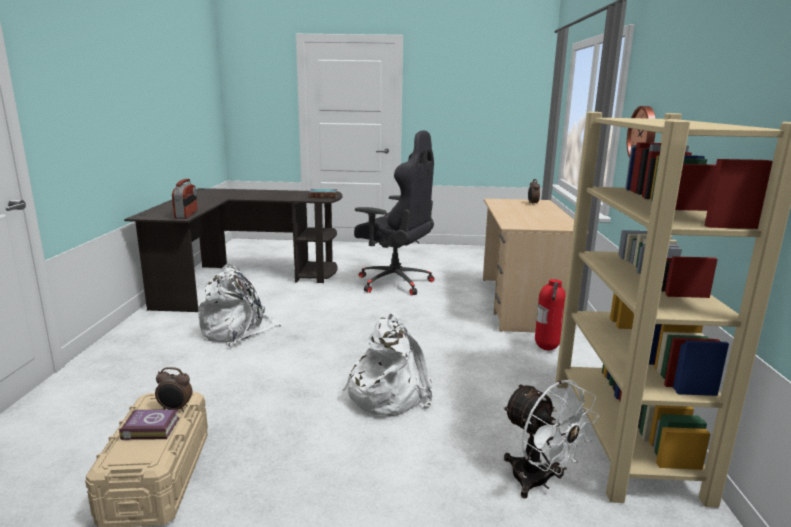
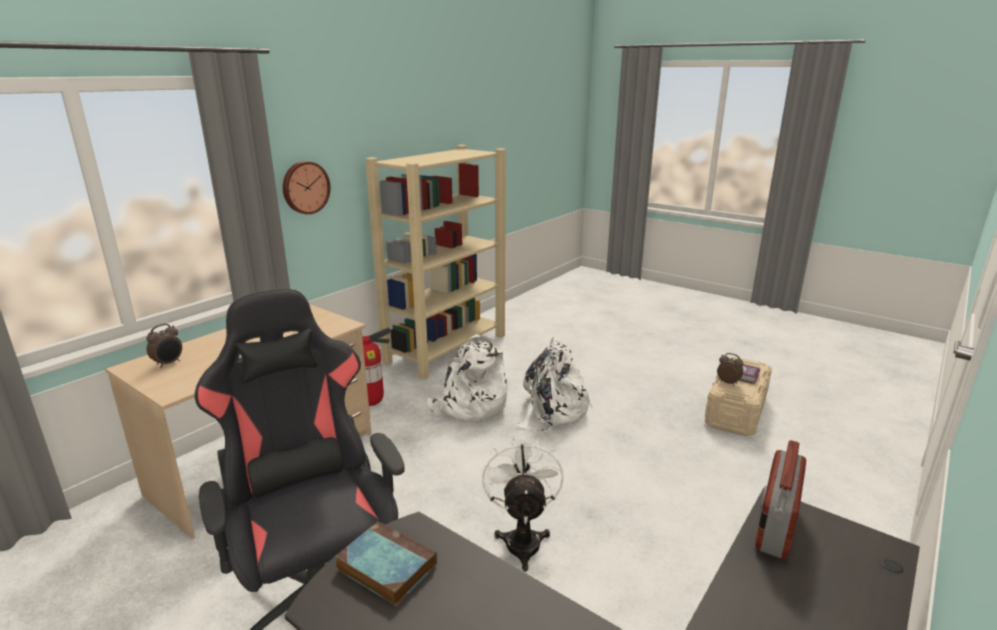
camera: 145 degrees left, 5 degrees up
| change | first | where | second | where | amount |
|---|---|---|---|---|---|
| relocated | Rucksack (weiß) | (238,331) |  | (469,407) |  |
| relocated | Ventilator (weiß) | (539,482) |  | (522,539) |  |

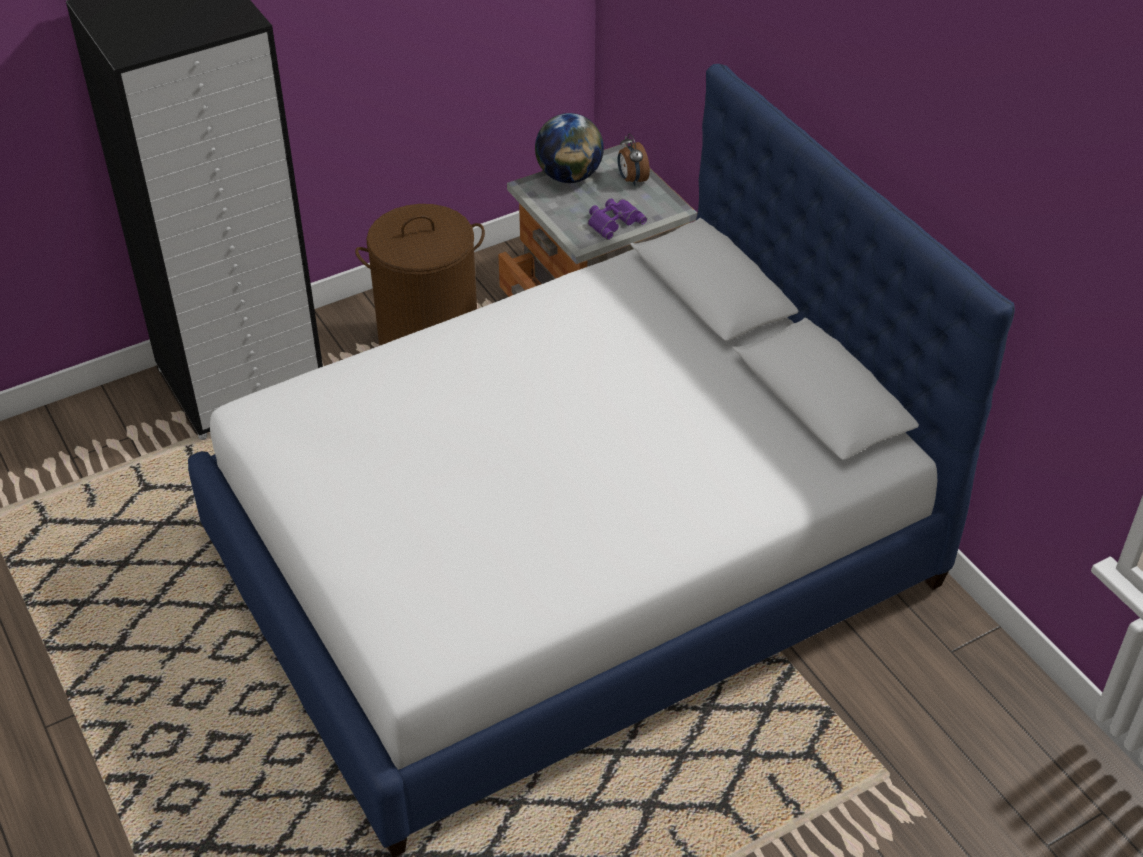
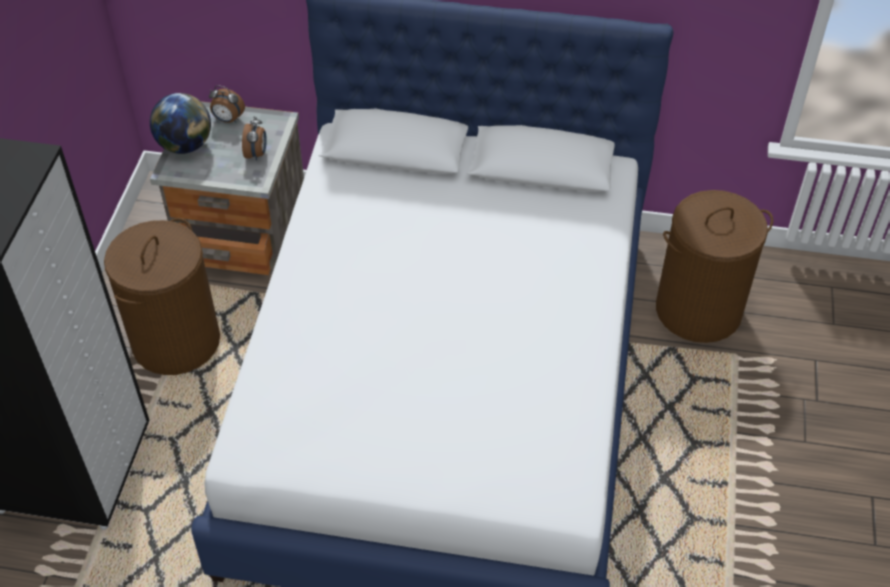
camera: 50 degrees left, 5 degrees up
| change | first | where | second | where | amount |
|---|---|---|---|---|---|
| exchanged | Fernglas (lila) | (613,221) | Wecker | (256,154) |  |
| appeared |  |  | Wäschekorb (braun) | (698,310) |  |

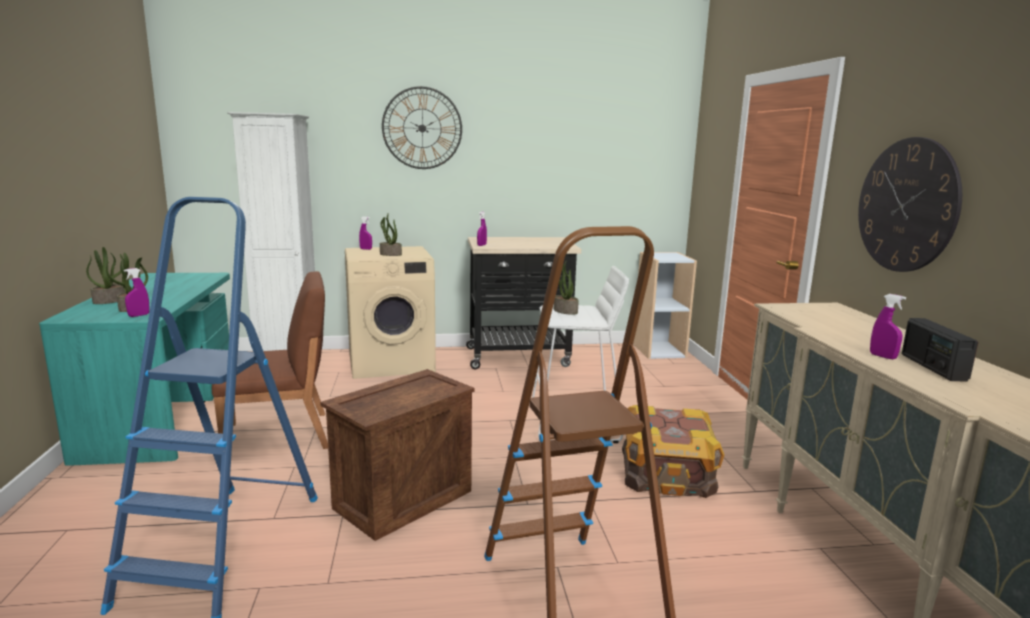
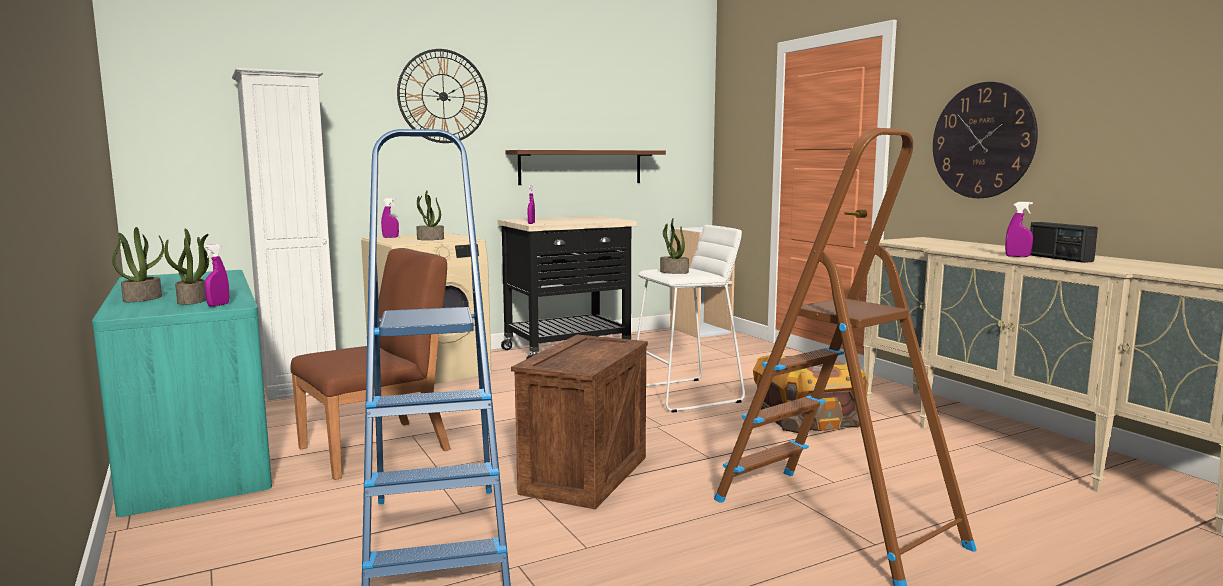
camera: 20 degrees left, 5 degrees down
| change | first | where | second | where | amount |
|---|---|---|---|---|---|
| appeared |  |  | Wandregal (braun) | (581,167) |  |

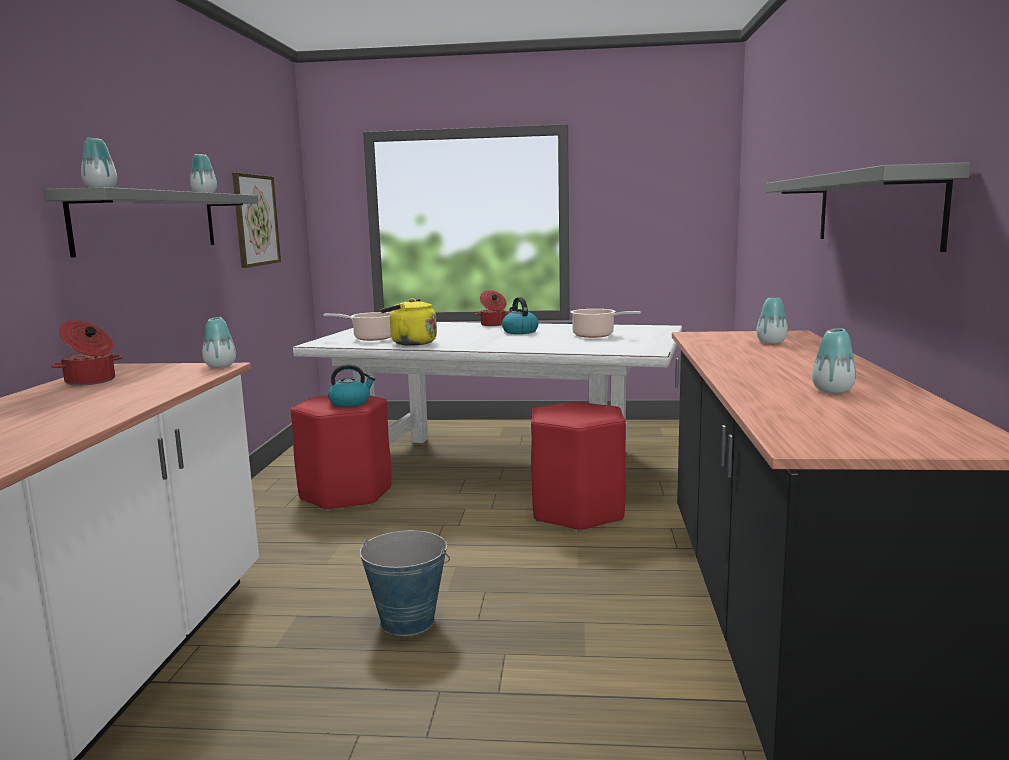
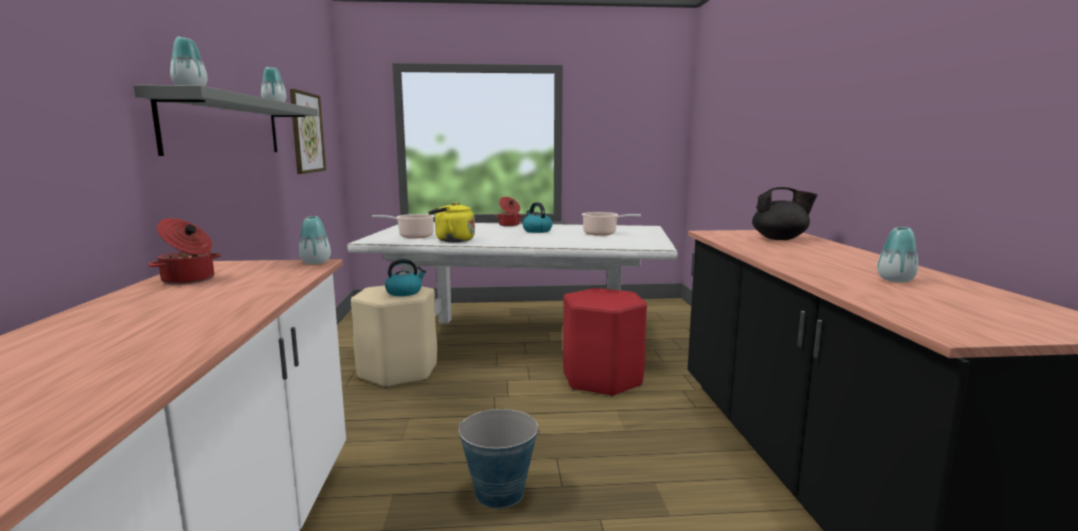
camera: 10 degrees left, 0 degrees up
| change | first | where | second | where | amount |
|---|---|---|---|---|---|
| colour | Hocker (rot) | (345,494) | Hocker (beige) | (397,371) |  |
| exchanged | Vase | (771,342) | Teekanne (schwarz) | (780,239) |  |
| missing | Wandregal (grau) | (874,209) |  |  |  |

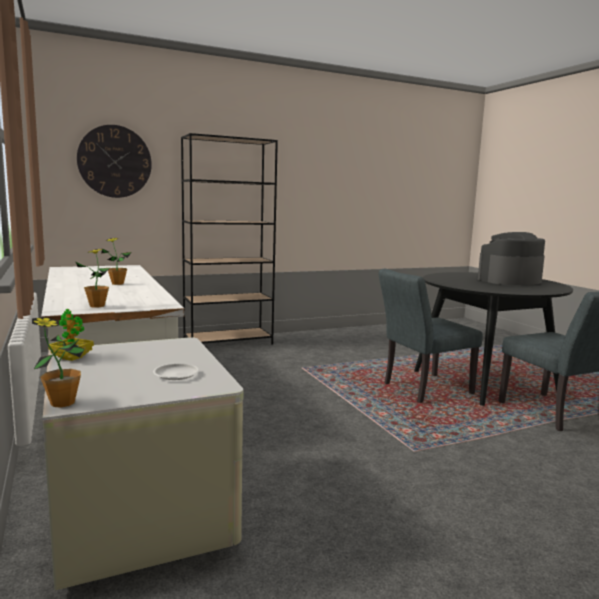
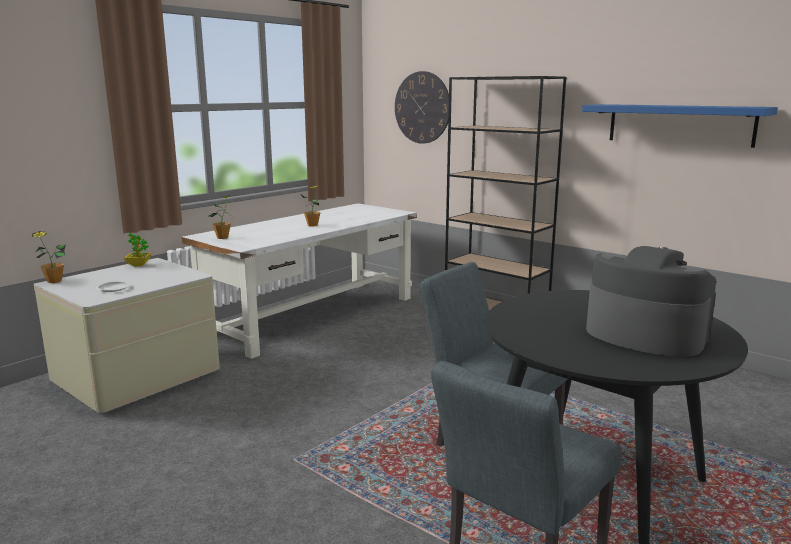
camera: 65 degrees right, 5 degrees up
| change | first | where | second | where | amount |
|---|---|---|---|---|---|
| appeared |  |  | Wandregal (blau) | (679,124) |  |

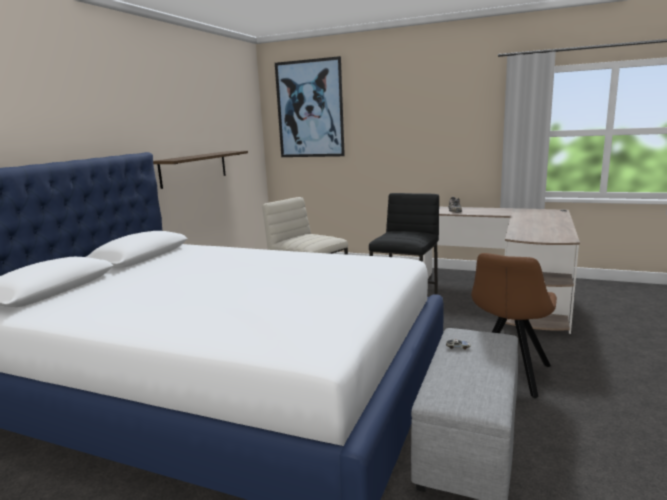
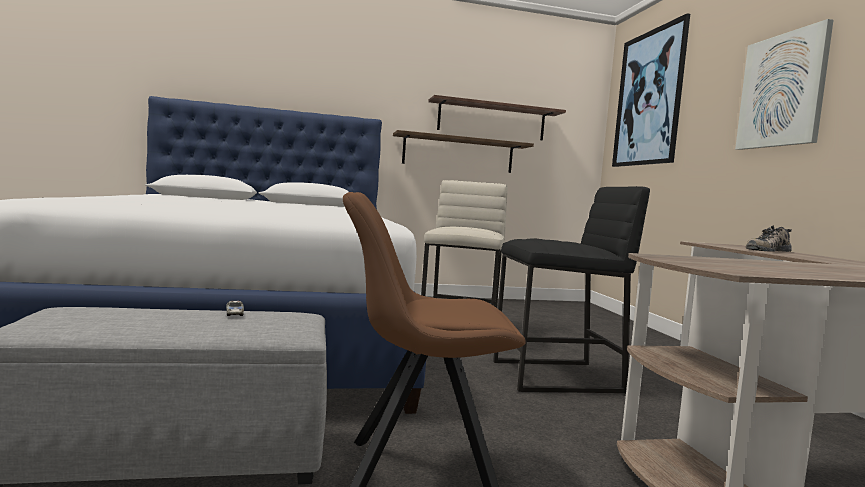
camera: 55 degrees right, 10 degrees down
| change | first | where | second | where | amount |
|---|---|---|---|---|---|
| appeared |  |  | Wandregal | (492,121) |  |
| appeared |  |  | Bild | (782,90) |  |

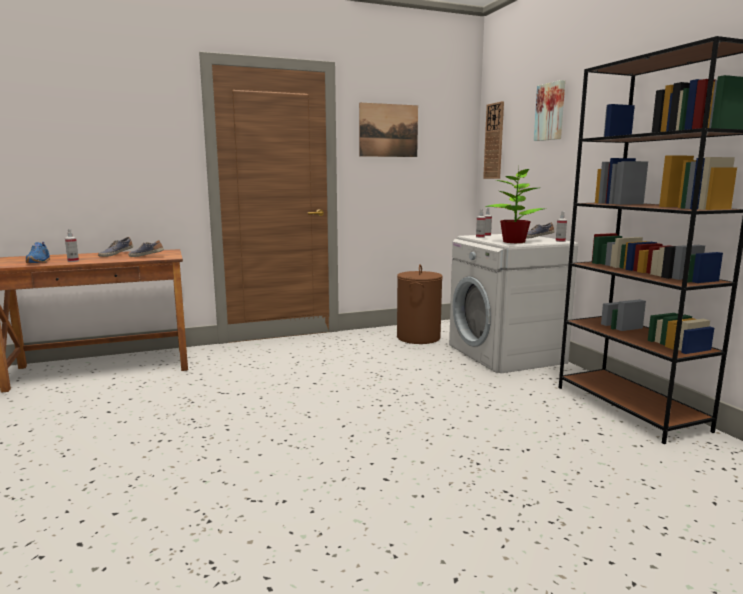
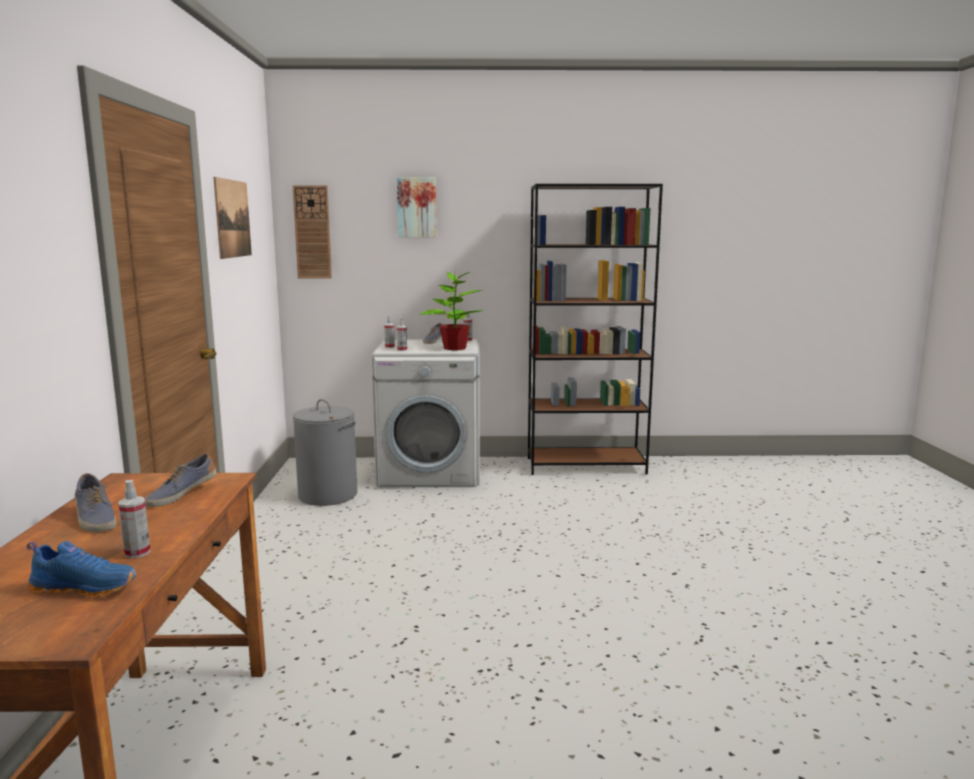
camera: 70 degrees left, 0 degrees up
| change | first | where | second | where | amount |
|---|---|---|---|---|---|
| colour | Wäschekorb (braun) | (418,337) | Wäschekorb (grau) | (328,495) |  |

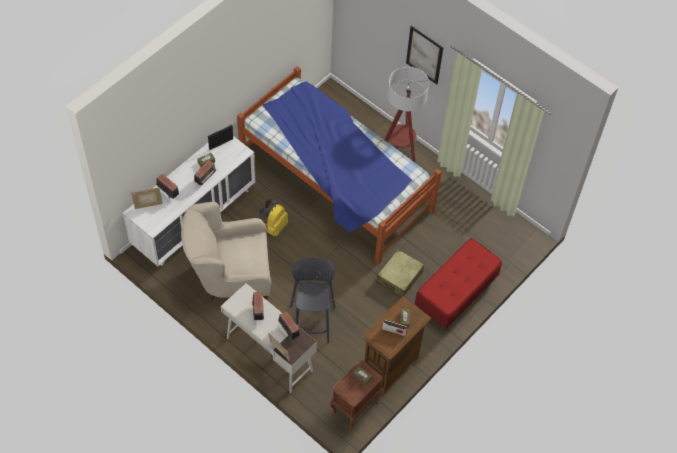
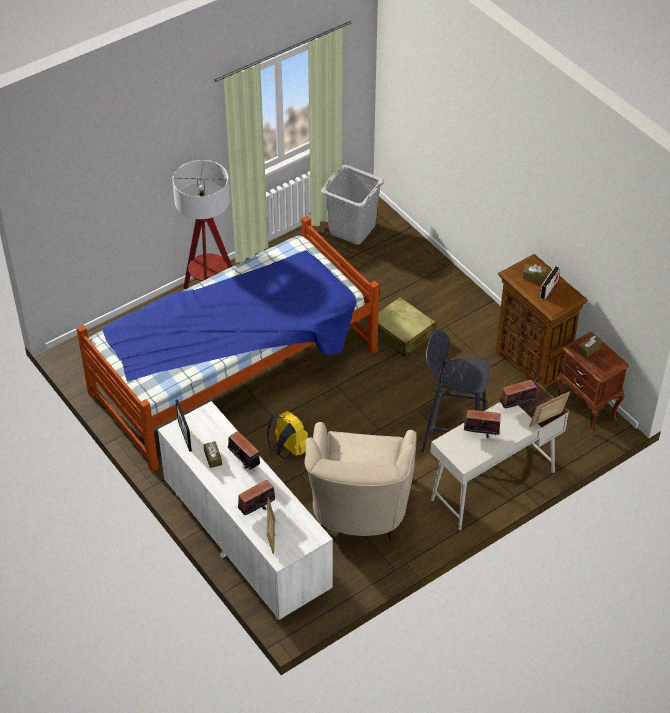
camera: 75 degrees left, 10 degrees down
| change | first | where | second | where | amount |
|---|---|---|---|---|---|
| missing | Bild | (424,55) |  |  |  |
| missing | Bank (rot) | (455,295) |  |  |  |
| appeared |  |  | Wäschekorb (grau) | (352,229) |  |

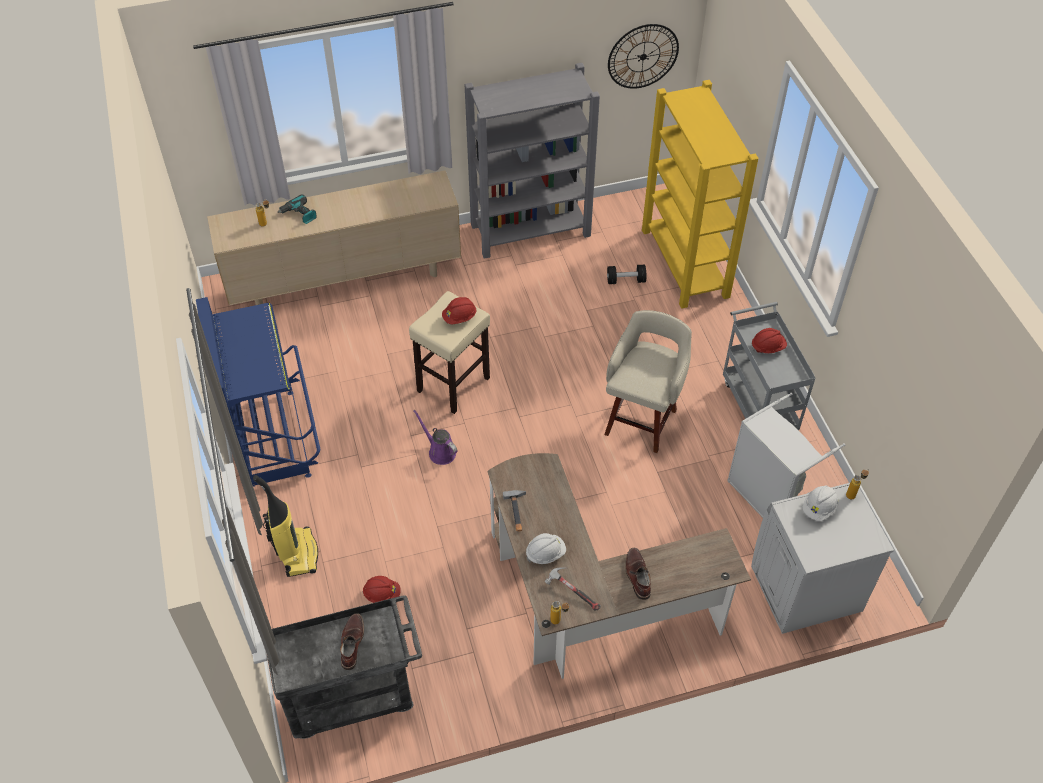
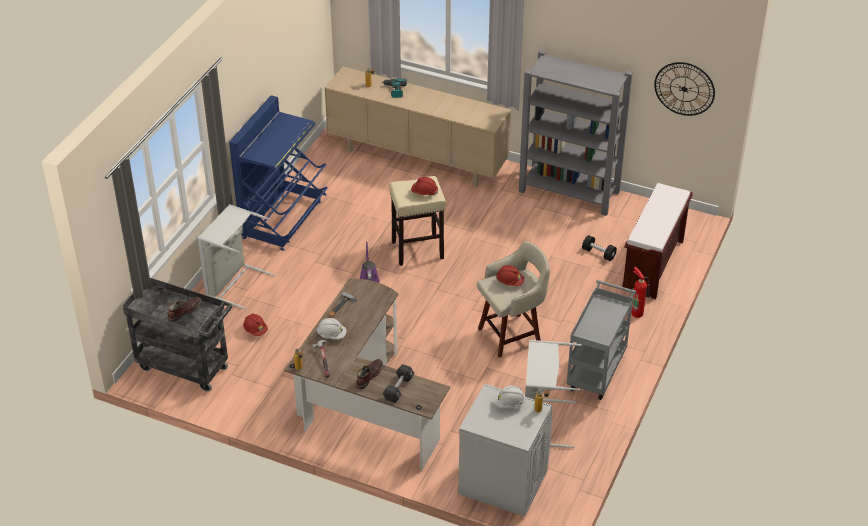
camera: 40 degrees right, 10 degrees down
| change | first | where | second | where | amount |
|---|---|---|---|---|---|
| exchanged | Staubsauger | (297,553) | Wäschekorb (grau) | (234,283) |  |
| exchanged | Bücherregal (gelb) | (685,263) | Bank (braun) | (653,265) |  |
| relocated | Schutzhelm (rot) | (768,347) |  | (510,282) |  |
| appeared |  |  | Hantel (schwarz) | (398,388) |  |
| appeared |  |  | Feuerlöscher | (637,312) |  |

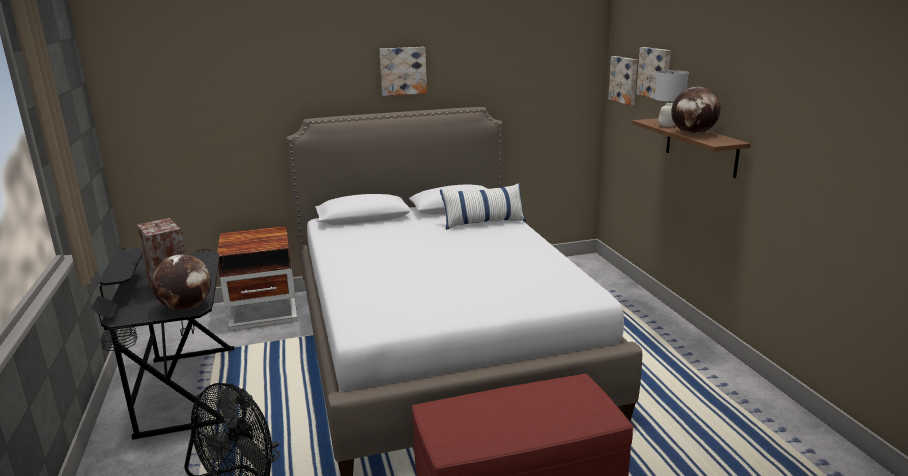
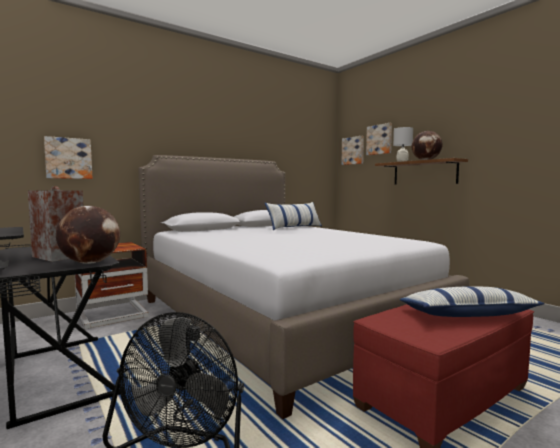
camera: 20 degrees left, 15 degrees down
| change | first | where | second | where | amount |
|---|---|---|---|---|---|
| relocated | Bild | (403,71) |  | (68,158) |  |
| appeared |  |  | Kissen | (466,315) |  |

